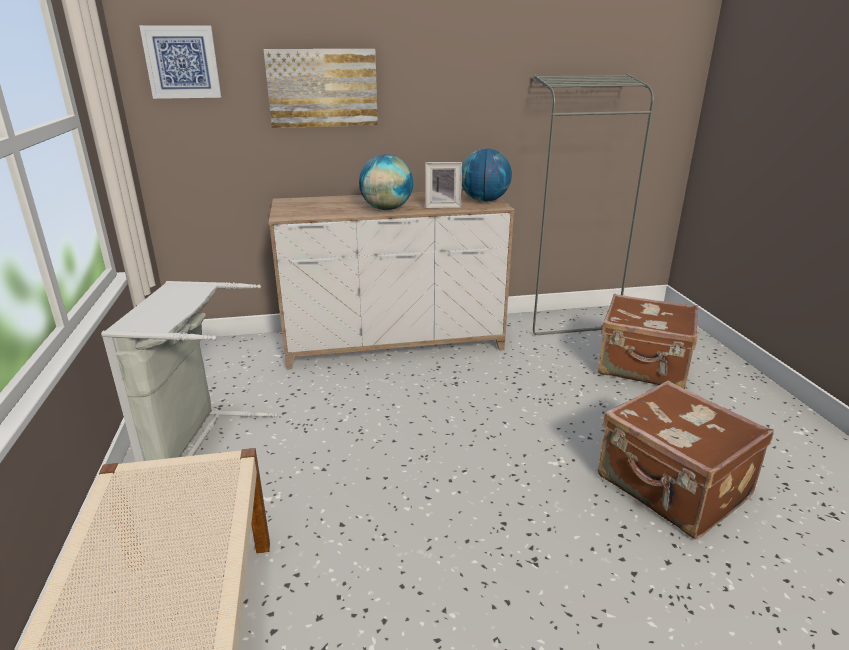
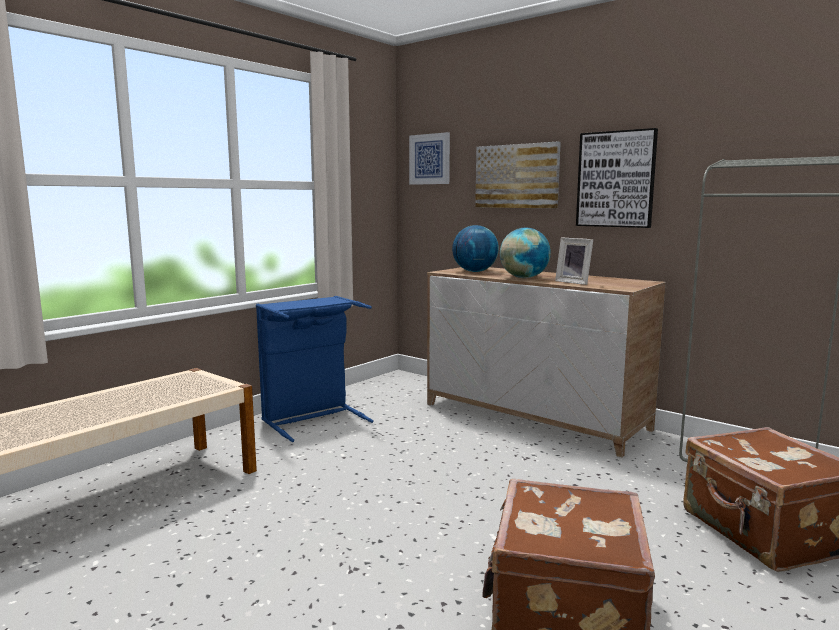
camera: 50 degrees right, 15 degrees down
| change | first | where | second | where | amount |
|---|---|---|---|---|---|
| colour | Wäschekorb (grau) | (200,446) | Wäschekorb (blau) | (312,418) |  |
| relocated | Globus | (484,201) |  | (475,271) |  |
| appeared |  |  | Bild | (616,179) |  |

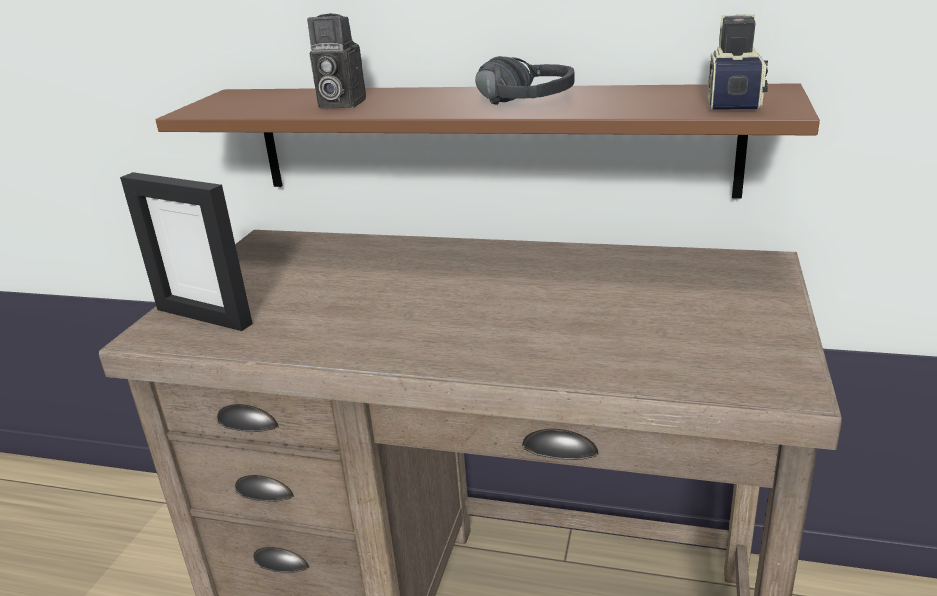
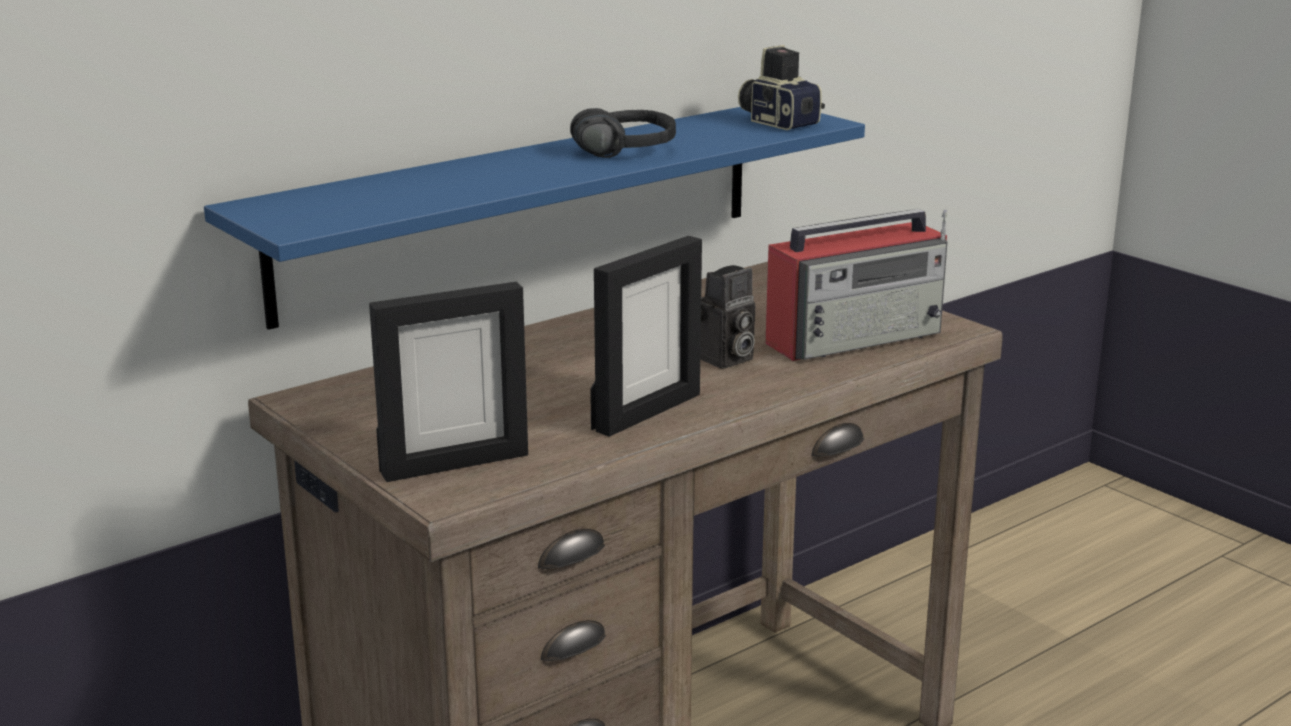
camera: 55 degrees left, 5 degrees down
| change | first | where | second | where | amount |
|---|---|---|---|---|---|
| colour | Wandregal (braun) | (487,140) | Wandregal (blau) | (525,207) |  |
| relocated | Kamera | (338,104) |  | (724,359) |  |
| appeared |  |  | Bilderrahmen | (646,411) |  |
| appeared |  |  | Radio | (856,338) |  |

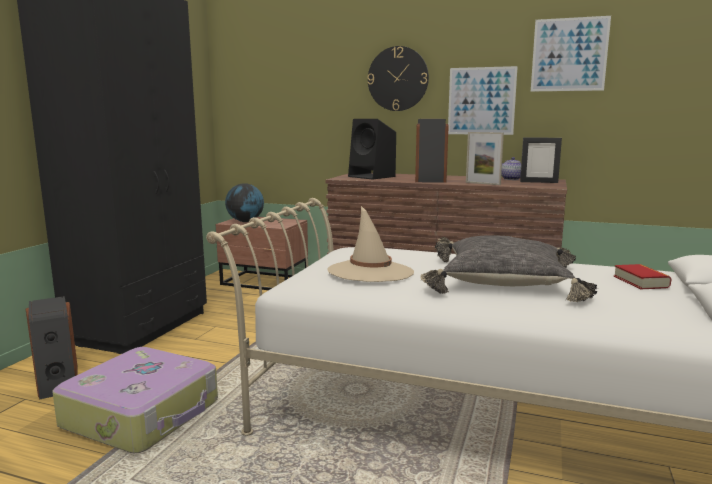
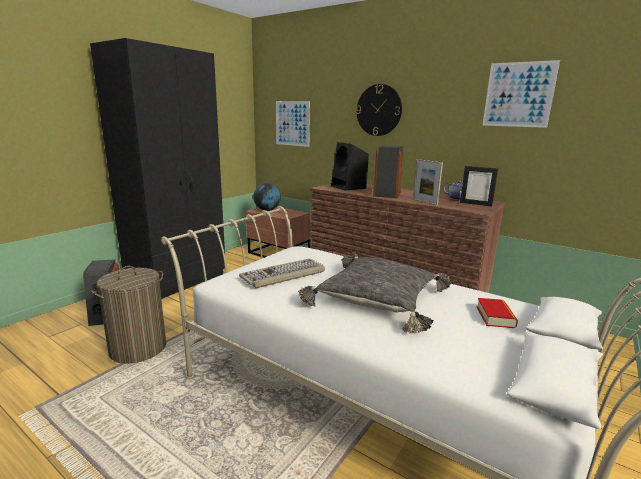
camera: 15 degrees right, 5 degrees up
| change | first | where | second | where | amount |
|---|---|---|---|---|---|
| exchanged | Koffer | (143,414) | Wäschekorb | (138,348) |  |
| exchanged | Hut (beige) | (370,272) | Tastatur | (283,275) |  |
| relocated | Bild | (481,101) |  | (292,123) |  |

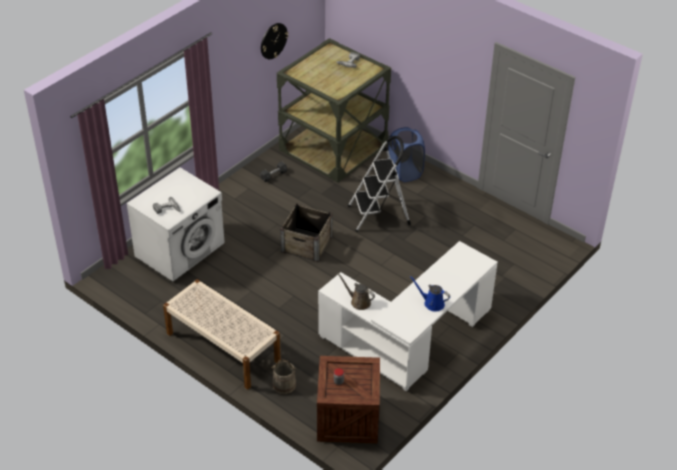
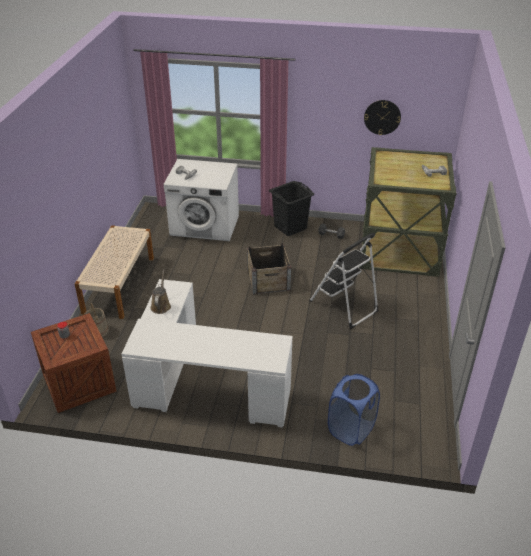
camera: 60 degrees right, 5 degrees down
| change | first | where | second | where | amount |
|---|---|---|---|---|---|
| relocated | Wäschekorb (blau) | (405,172) |  | (351,429) |  |
| missing | Gießkanne (blau) | (432,303) |  |  |  |
| appeared |  |  | Wäschekorb (schwarz) | (290,227) |  |

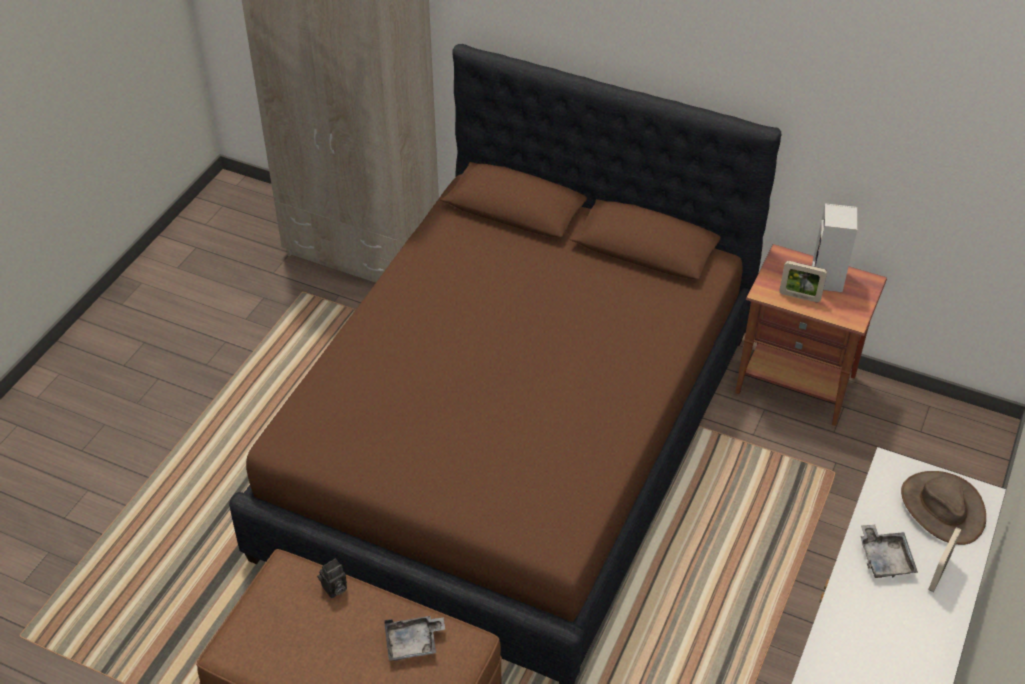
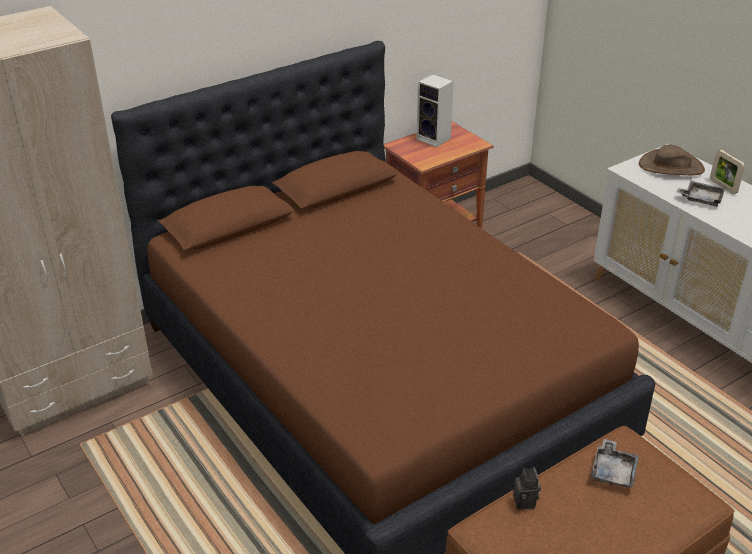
camera: 60 degrees left, 10 degrees down
| change | first | where | second | where | amount |
|---|---|---|---|---|---|
| missing | Bilderrahmen | (799,296) |  |  |  |

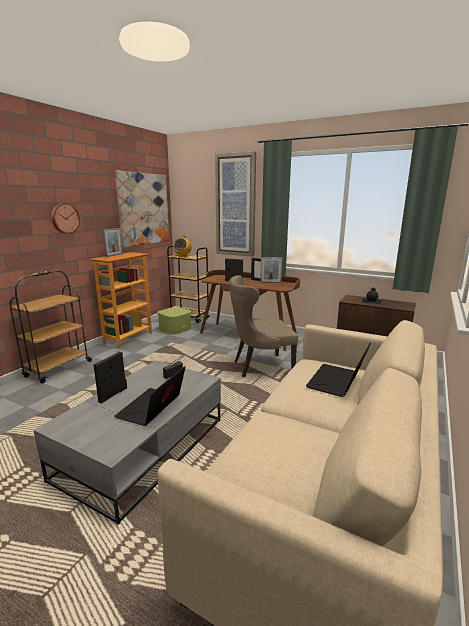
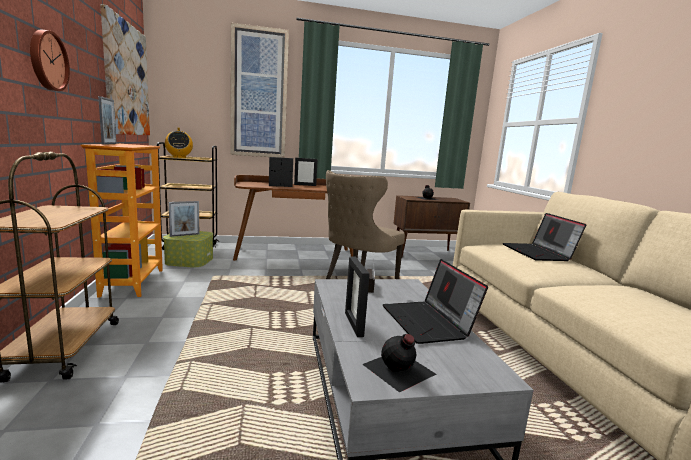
camera: 40 degrees left, 5 degrees down
| change | first | where | second | where | amount |
|---|---|---|---|---|---|
| relocated | Bilderrahmen | (270,282) |  | (184,235) |  |
| appeared |  |  | Flasche (schwarz) | (399,370) |  |

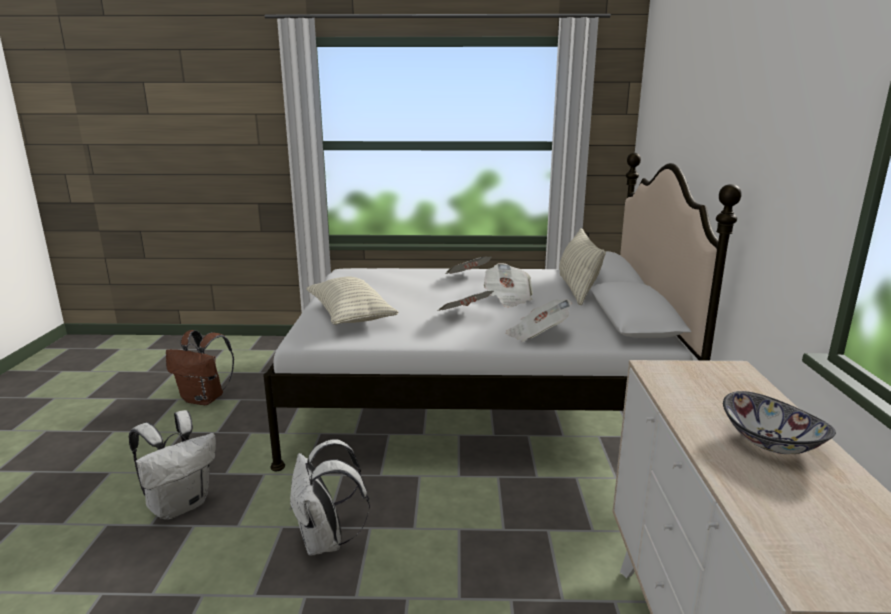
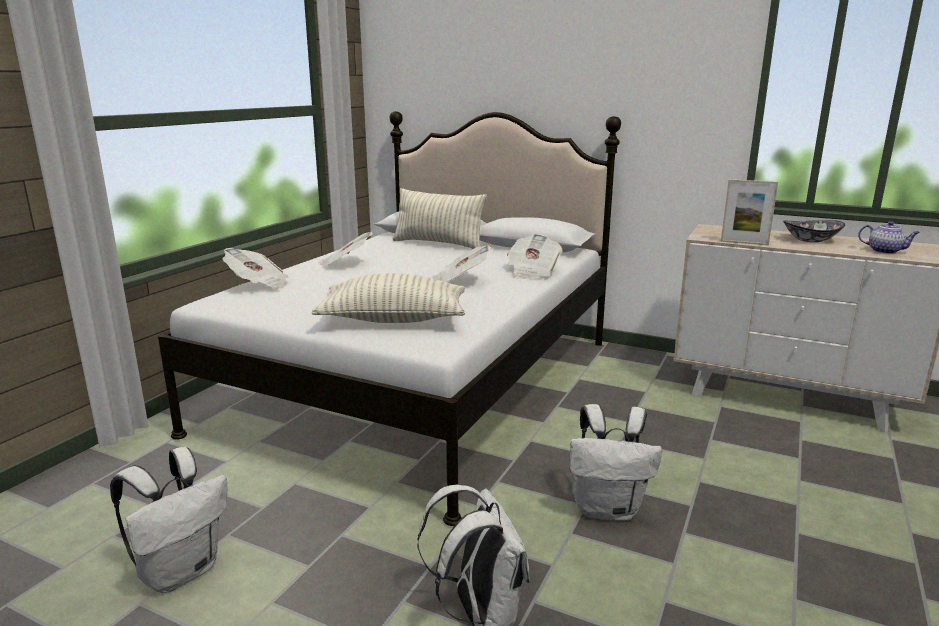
camera: 65 degrees left, 0 degrees up
| change | first | where | second | where | amount |
|---|---|---|---|---|---|
| colour | Rucksack (braun) | (205,399) | Rucksack (weiß) | (181,571) |  |
| relocated | Zeitung | (508,298) |  | (258,285) |  |
| appeared |  |  | Bilderrahmen | (744,243) |  |
| appeared |  |  | Teekanne | (885,251) |  |

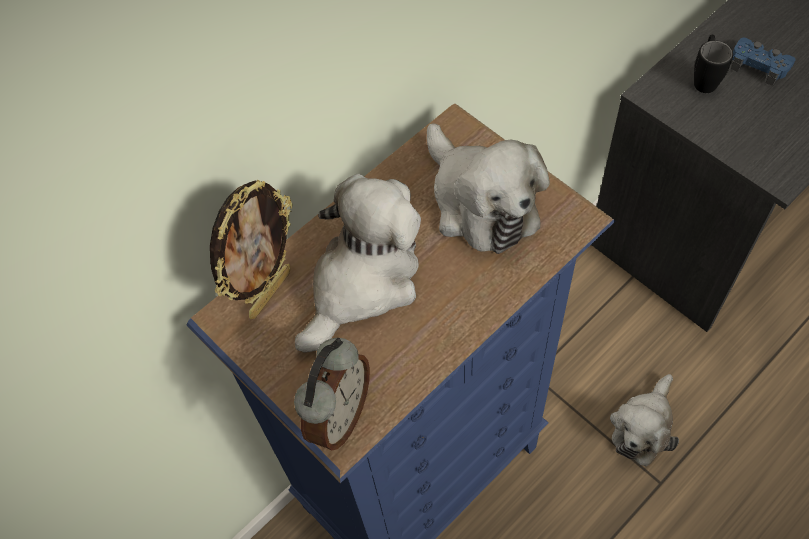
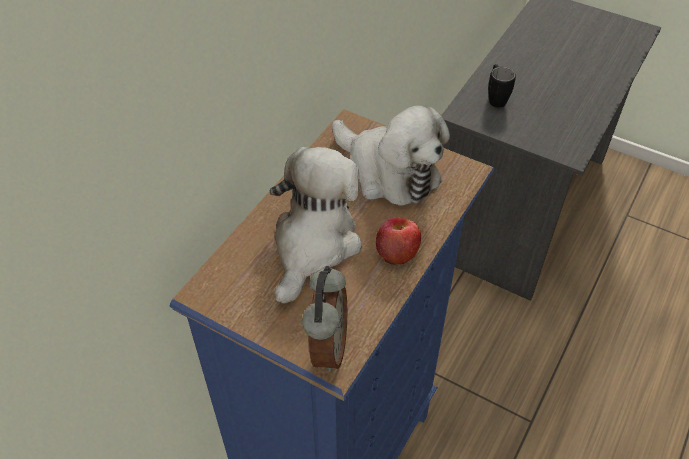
camera: 20 degrees left, 10 degrees down
| change | first | where | second | where | amount |
|---|---|---|---|---|---|
| missing | Bilderrahmen | (269,292) |  |  |  |
| missing | Plüschtier | (643,427) |  |  |  |
| missing | Gamepad (blau) | (759,65) |  |  |  |
| appeared |  |  | Apfel | (397,252) |  |

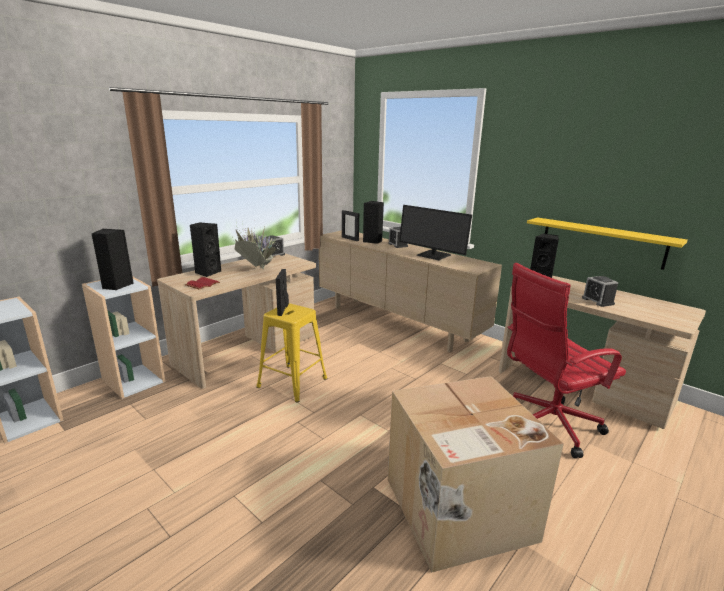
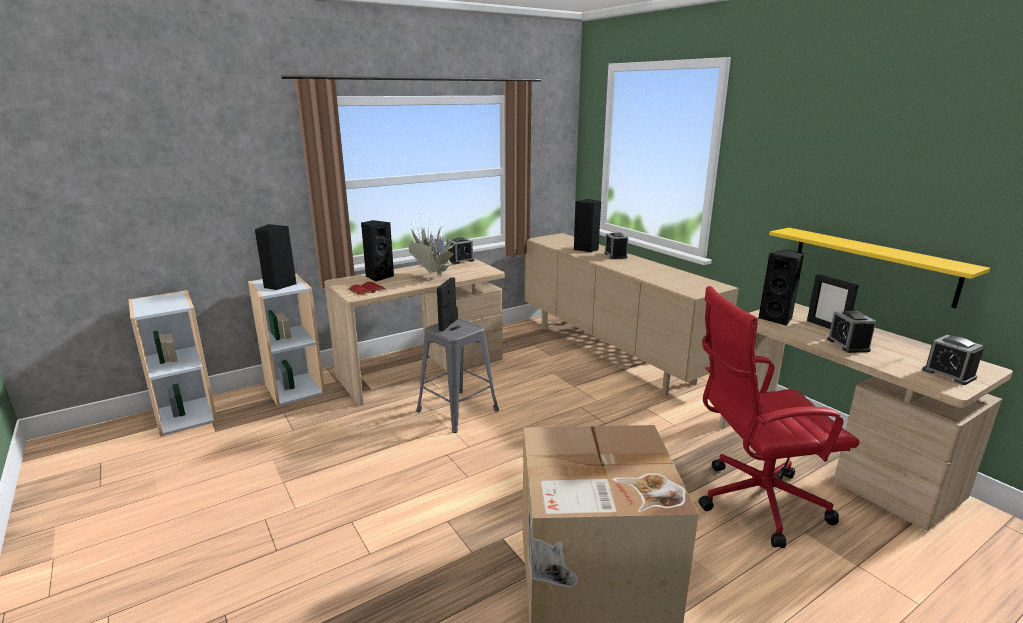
camera: 15 degrees right, 0 degrees up
| change | first | where | second | where | amount |
|---|---|---|---|---|---|
| colour | Hocker (gelb) | (292,383) | Hocker (grau) | (457,411) |  |
| relocated | Bilderrahmen | (350,239) |  | (827,326) |  |
| missing | Monitor | (433,255) |  |  |  |
| appeared |  |  | Wecker | (948,374) |  |

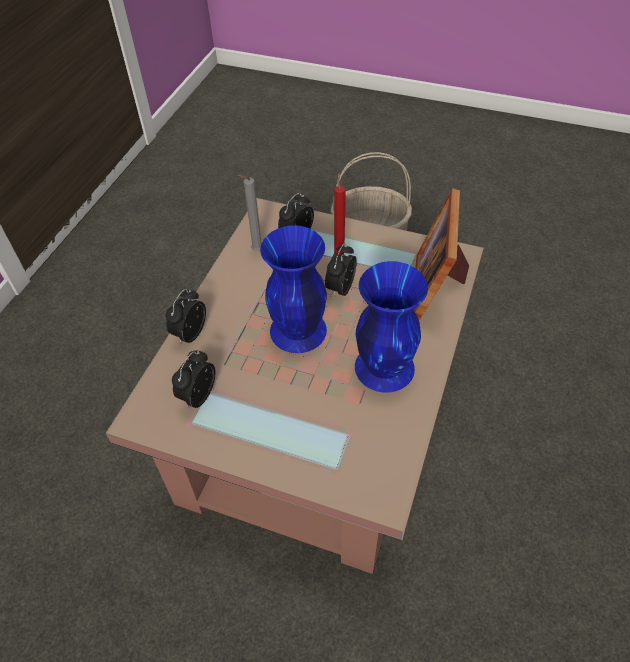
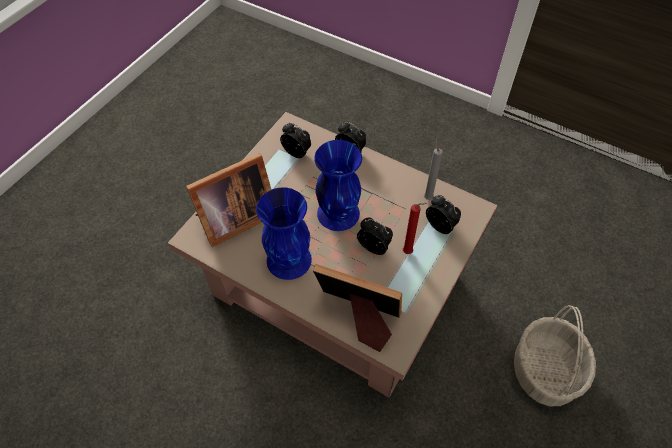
camera: 100 degrees right, 5 degrees up
| change | first | where | second | where | amount |
|---|---|---|---|---|---|
| appeared |  |  | Bilderrahmen | (234,219) |  |

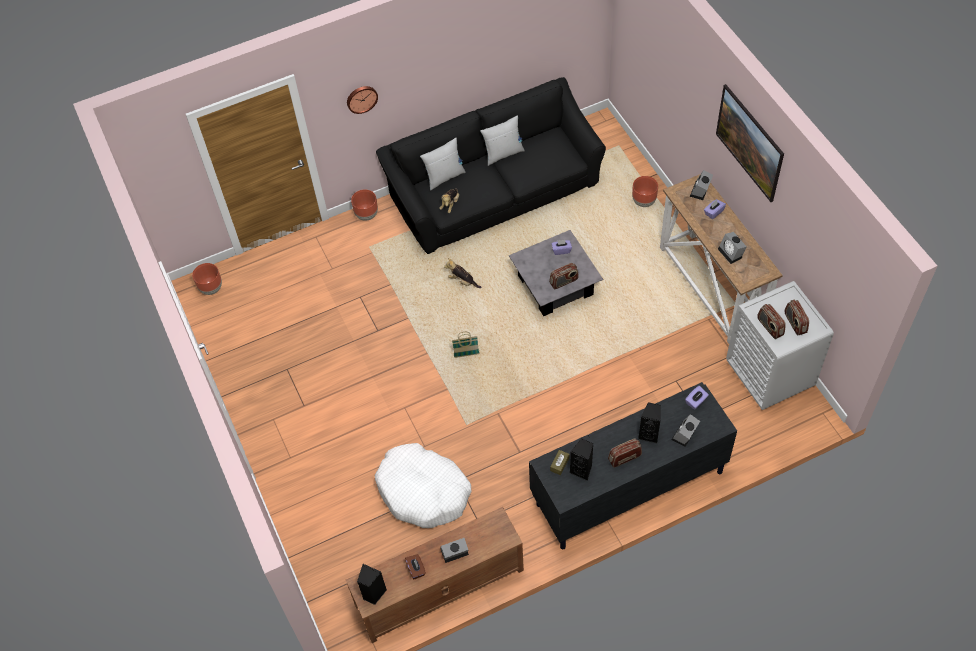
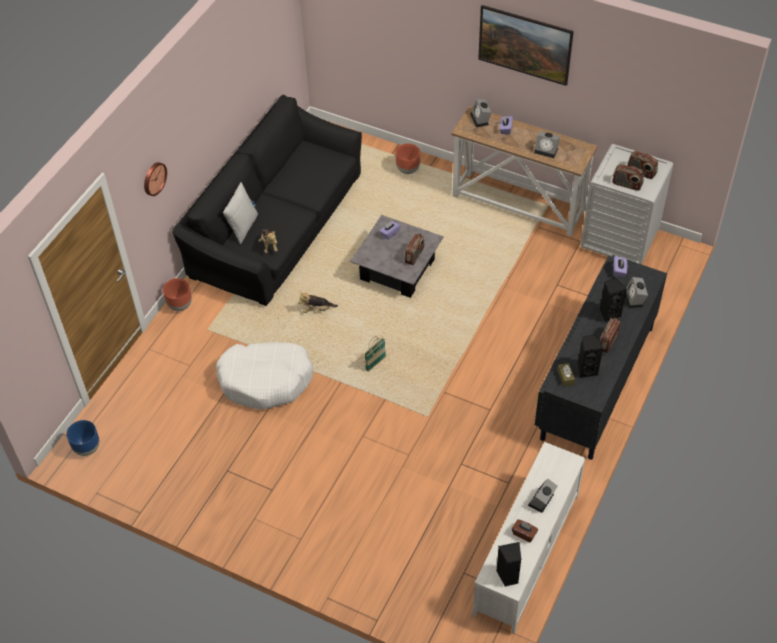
camera: 40 degrees left, 5 degrees down
| change | first | where | second | where | amount |
|---|---|---|---|---|---|
| colour | Pflanzkübel (braun) | (211,288) | Pflanzkübel (blau) | (87,448) |  |
| colour | Fernsehschrank (braun) | (439,588) | Fernsehschrank (weiß) | (526,554) |  |
| relocated | Hundebett (weiß) | (423,491) |  | (266,380) |  |
| missing | Kissen (grau) | (503,154) |  |  |  |

